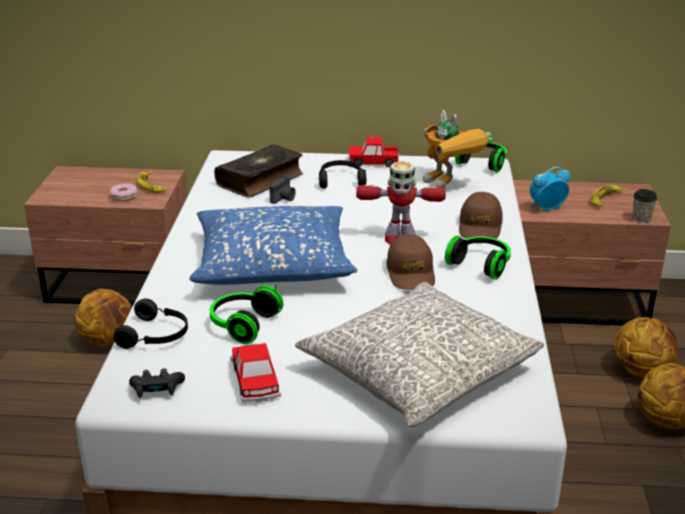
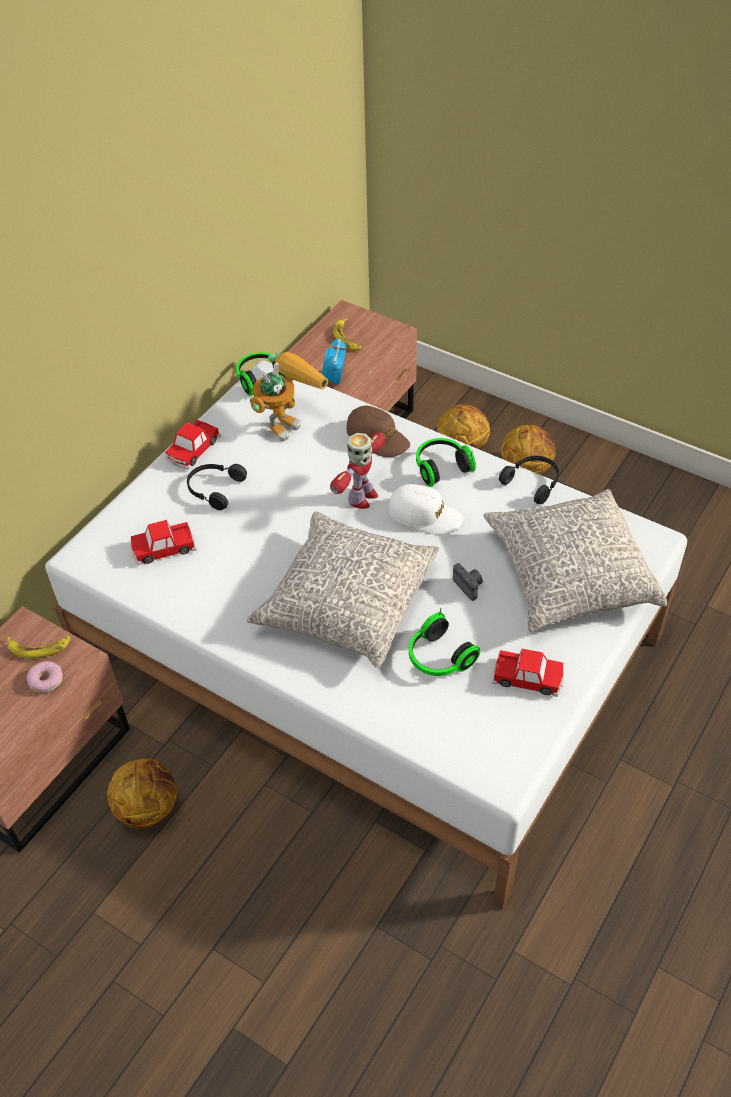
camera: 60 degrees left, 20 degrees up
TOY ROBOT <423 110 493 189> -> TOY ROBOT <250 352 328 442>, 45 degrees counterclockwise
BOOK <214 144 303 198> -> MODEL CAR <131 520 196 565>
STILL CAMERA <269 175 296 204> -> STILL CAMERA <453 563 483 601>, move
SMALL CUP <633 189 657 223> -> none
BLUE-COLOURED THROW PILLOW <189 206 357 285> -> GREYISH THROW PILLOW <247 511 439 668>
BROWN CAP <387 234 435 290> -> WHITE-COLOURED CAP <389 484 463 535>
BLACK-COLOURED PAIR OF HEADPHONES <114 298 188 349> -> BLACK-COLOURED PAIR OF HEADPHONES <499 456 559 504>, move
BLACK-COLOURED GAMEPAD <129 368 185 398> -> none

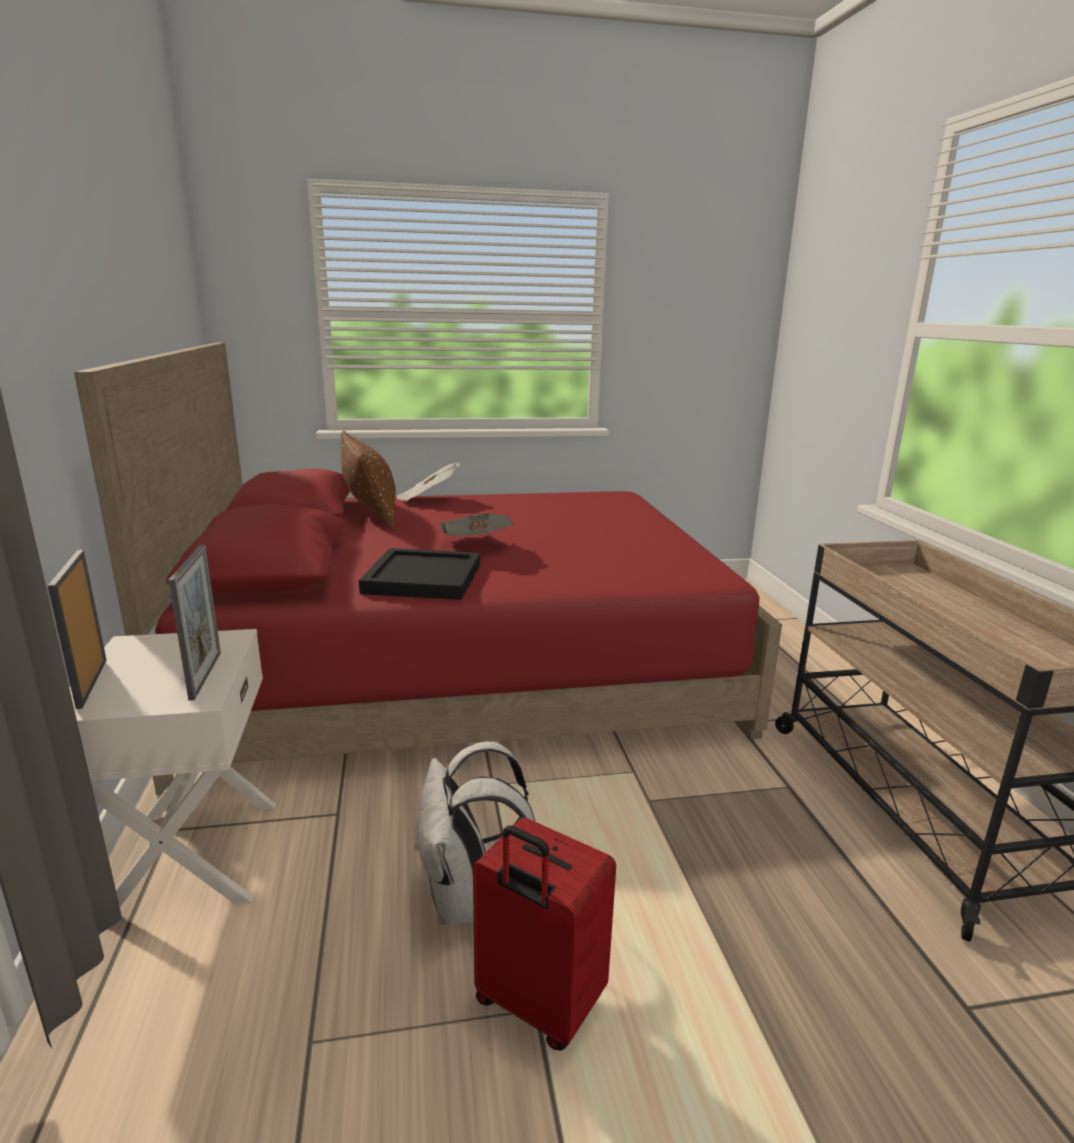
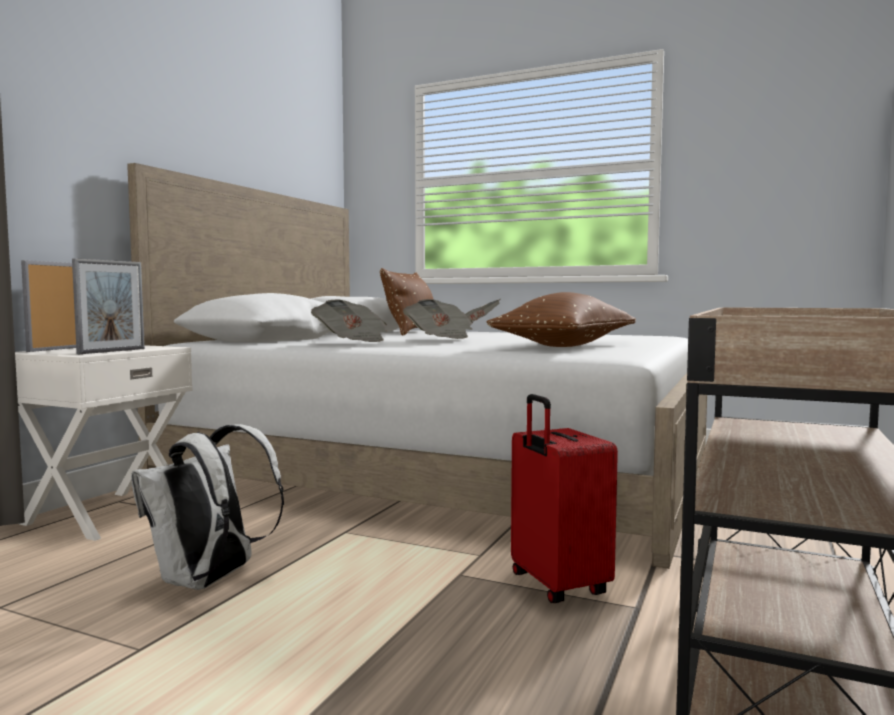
camera: 35 degrees right, 15 degrees down
RED BED <74 343 782 795> -> WHITE-COLOURED BED <127 163 707 569>
BLACK-COLOURED SERVING TRAY <359 548 480 600> -> PRINTED PAPER <311 299 387 342>
RED PIECE OF LUGGAGE <473 817 616 1050> -> RED PIECE OF LUGGAGE <511 394 618 603>, move
none -> BROWN THROW PILLOW <486 292 636 347>

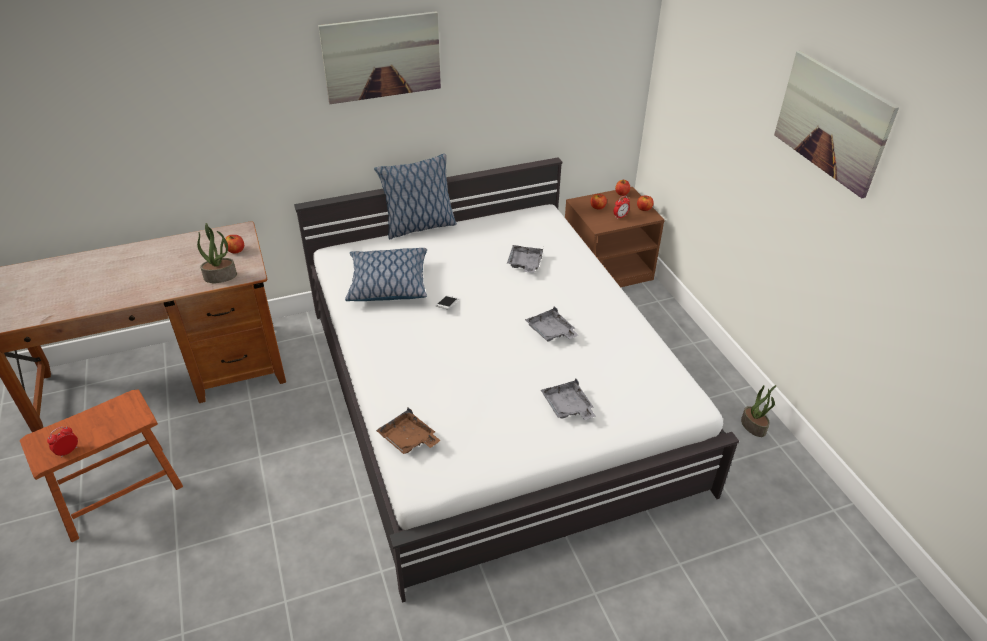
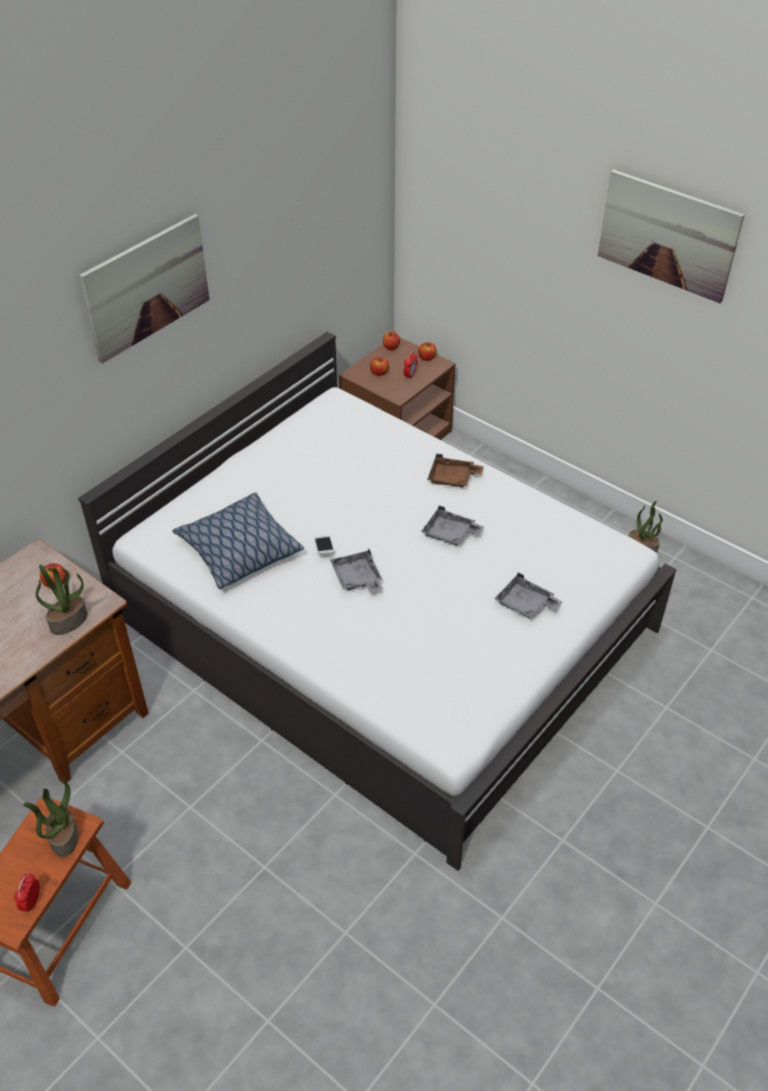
camera: 30 degrees left, 5 degrees up
THROW PILLOW <374 154 457 240> -> none
GREYISH SERVING TRAY <507 245 543 273> -> GREYISH SERVING TRAY <330 549 383 592>, move
BROWN SERVING TRAY <376 408 441 454> -> BROWN SERVING TRAY <427 454 484 488>, move
none -> POTTED PLANT <23 780 78 857>

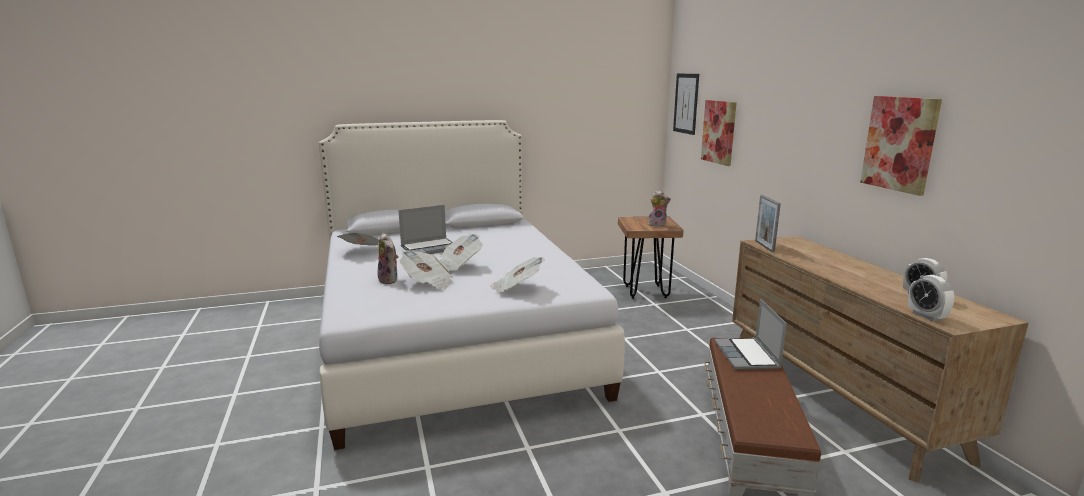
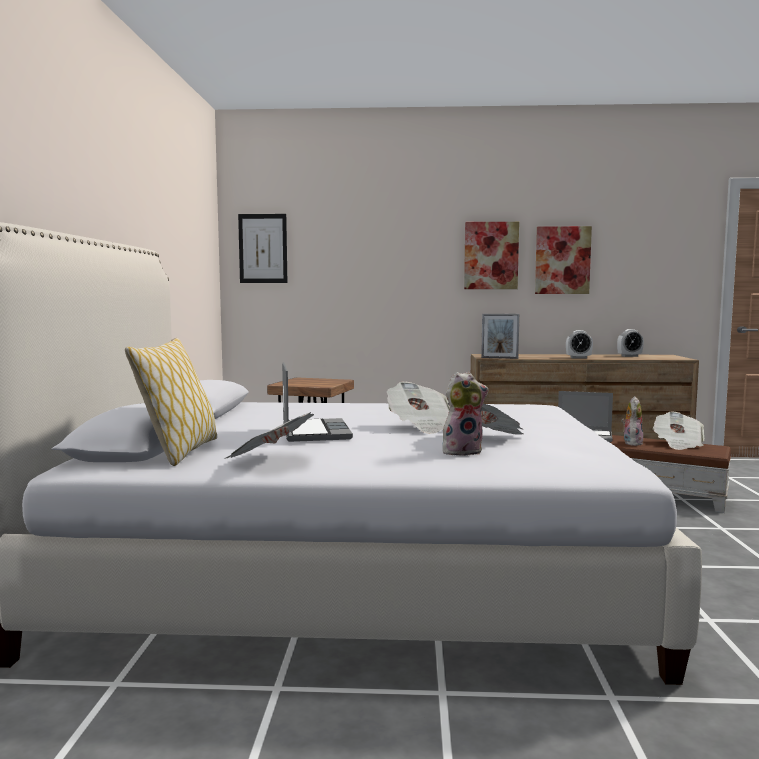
camera: 70 degrees left, 10 degrees down
PICTURE <701 100 736 166> -> PICTURE <464 222 519 289>, move
CUDDLY TOY <648 191 671 227> -> CUDDLY TOY <621 396 643 446>, move
PRINTED PAPER <490 257 545 293> -> PRINTED PAPER <652 411 704 450>, move
ALARM CLOCK <908 275 954 321> -> ALARM CLOCK <566 330 593 358>, move
none -> THROW PILLOW <125 338 217 466>

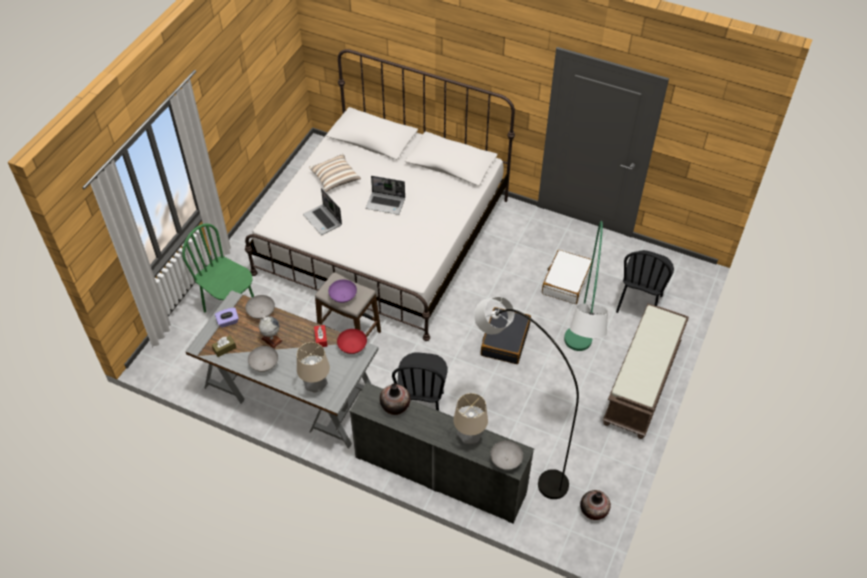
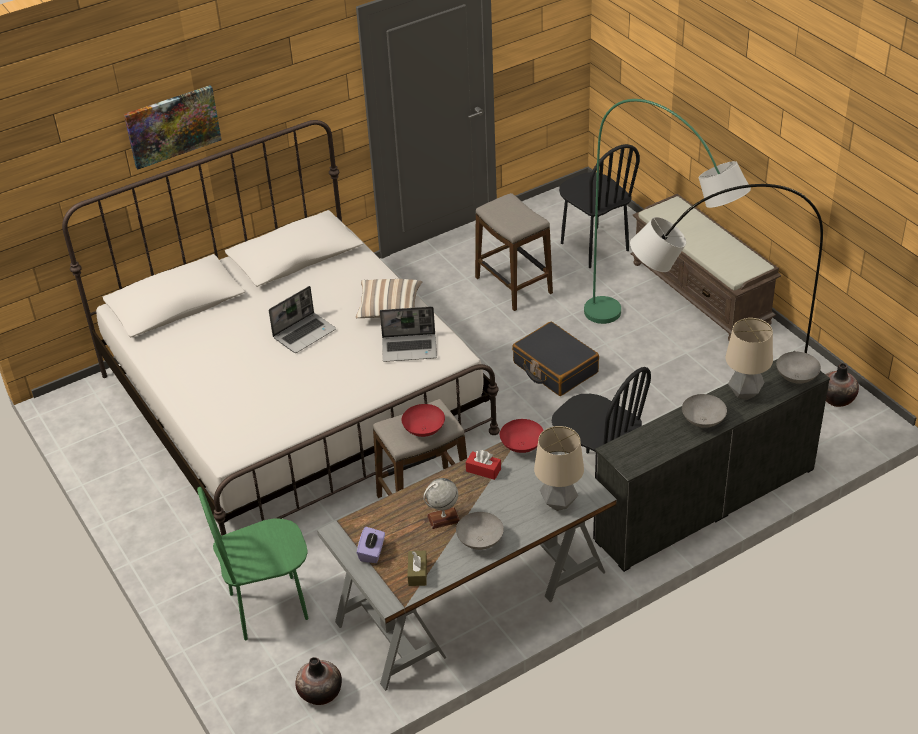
camera: 55 degrees left, 10 degrees down
THROW PILLOW <309 154 361 192> -> THROW PILLOW <356 279 422 318>, move
PORTABLE COMPUTER <303 188 342 235> -> PORTABLE COMPUTER <380 306 437 362>, move
WHITE-COLOURED PIECE OF LUGGAGE <542 250 592 304> -> STOOL <475 193 553 311>
PURPLISH DEEP DISH <328 279 357 303> -> RED DEEP DISH <402 404 445 437>
GREYISH DEEP DISH <245 295 275 319> -> GREYISH DEEP DISH <682 394 727 428>, move
FLOWER VASE <380 383 410 415> -> FLOWER VASE <295 657 342 705>, move
none -> PICTURE <124 85 222 169>

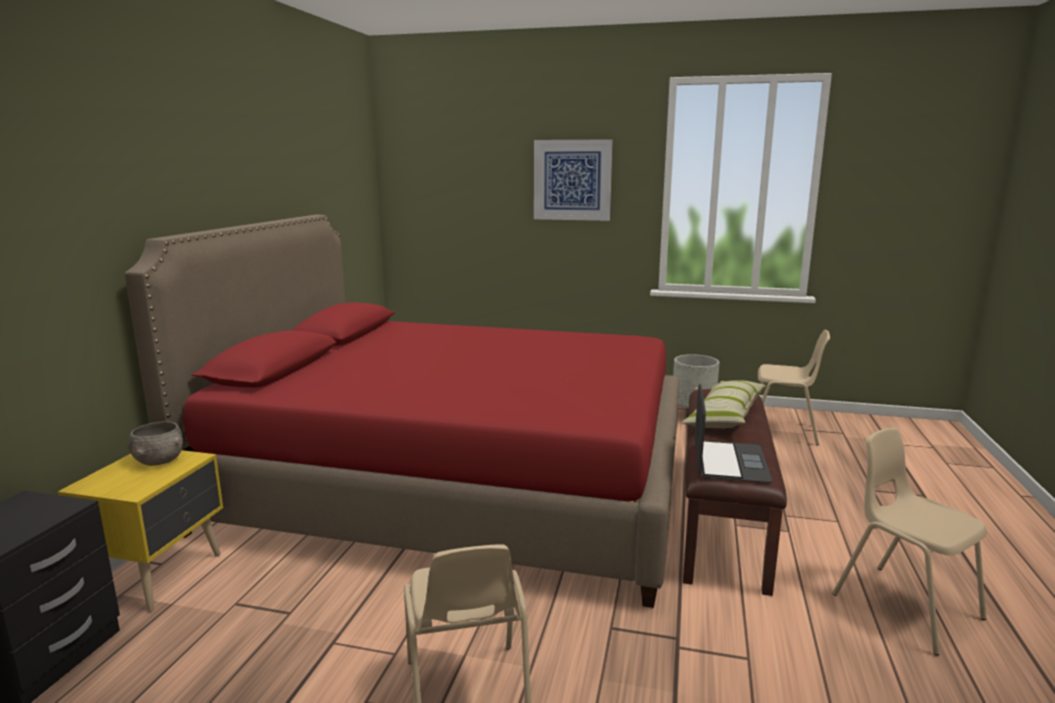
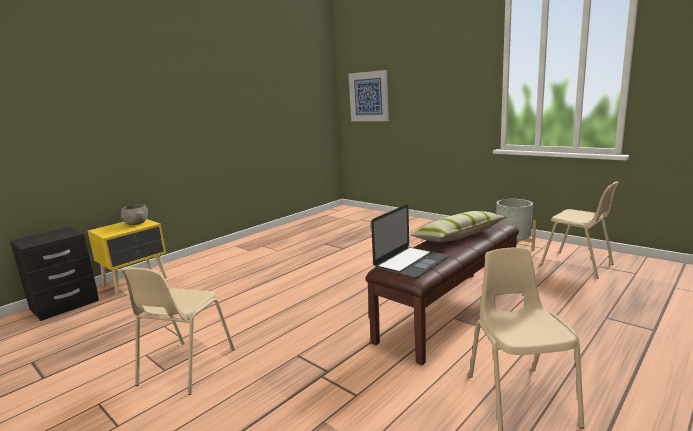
camera: 30 degrees right, 0 degrees up
PICTURE <534 139 613 221> -> PICTURE <349 70 389 121>, move
RED BED <125 215 680 608> -> none

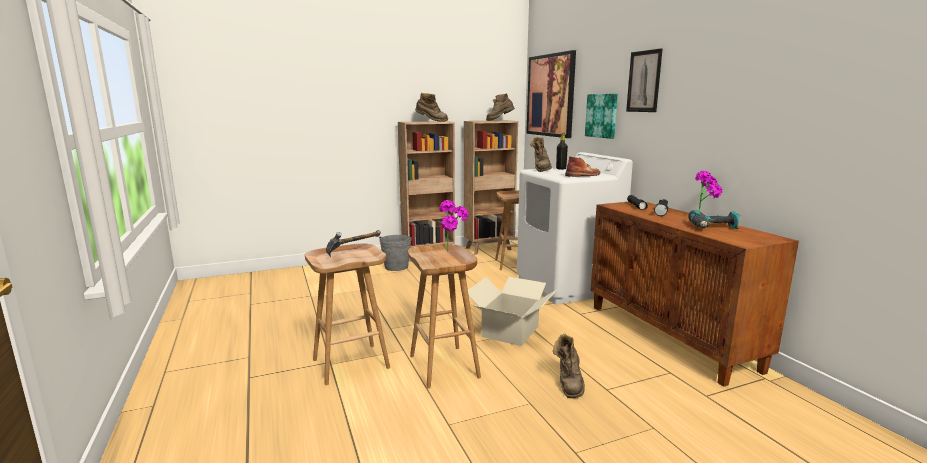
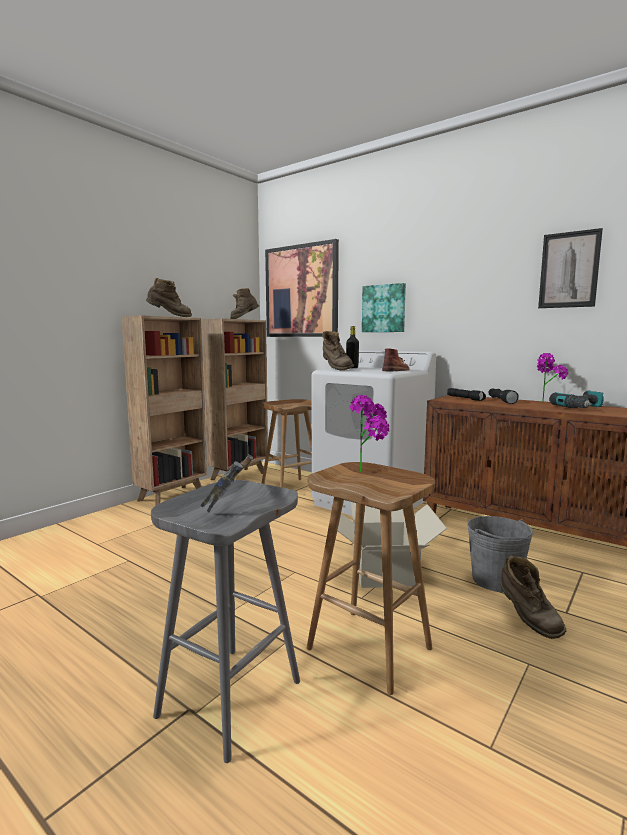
camera: 30 degrees left, 5 degrees down
PICTURE <626 48 663 112> -> PICTURE <538 228 603 308>, move
GREYISH WATER BUCKET <379 235 412 271> -> GREYISH WATER BUCKET <467 516 533 592>, move
BROWN STOOL <305 243 390 385> -> GREYISH STOOL <151 480 300 763>

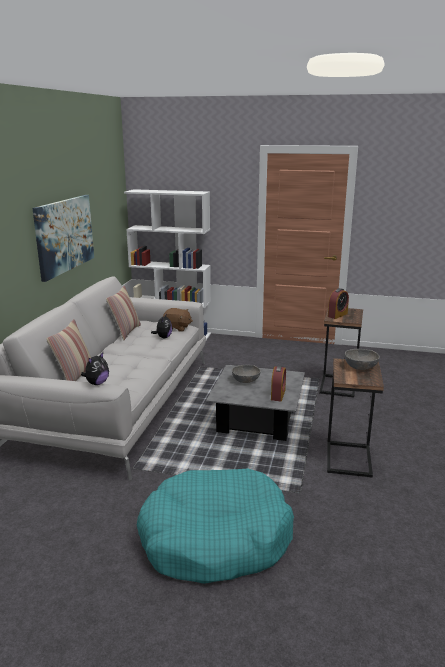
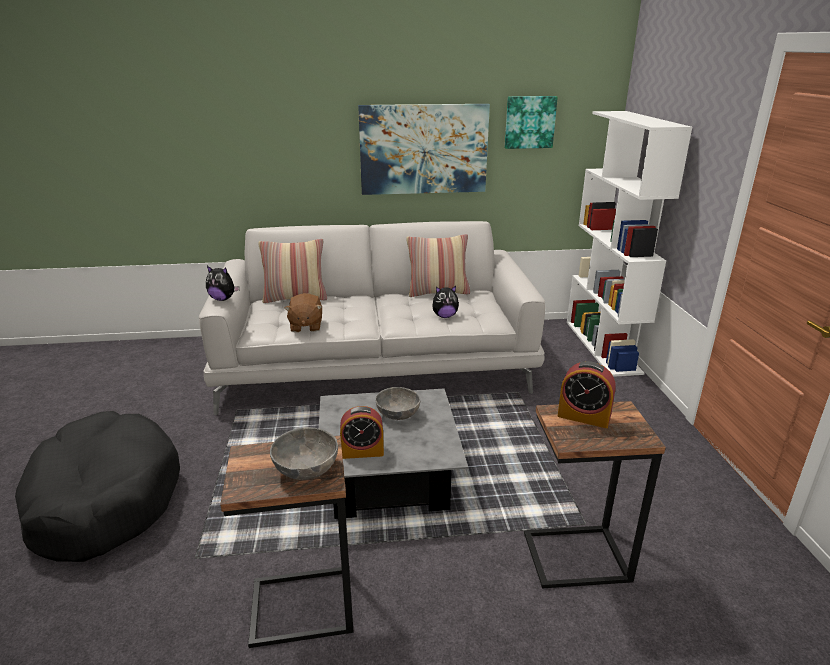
camera: 70 degrees right, 5 degrees up
BROWN CUDDLY TOY <163 308 193 332> -> BROWN CUDDLY TOY <284 293 322 332>, move
TURQUOISE DOG BED <137 469 294 584> -> BLACK-COLOURED DOG BED <15 411 180 562>
none -> PICTURE <505 96 558 149>

